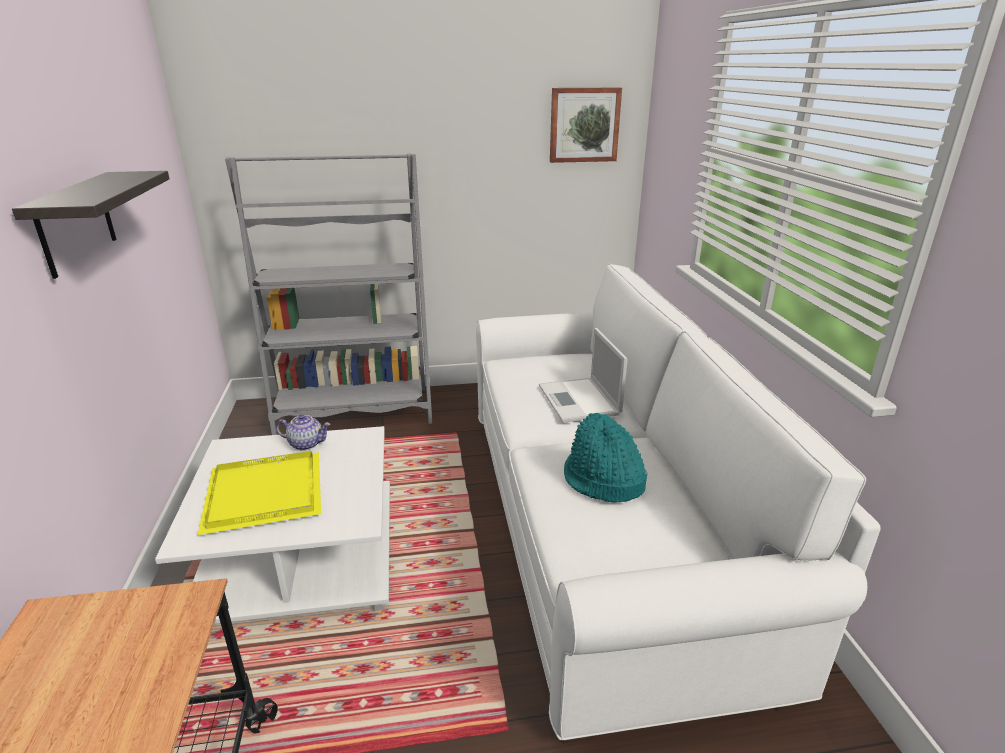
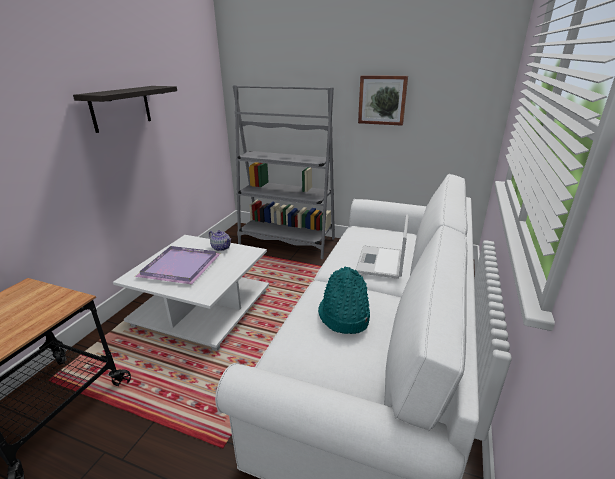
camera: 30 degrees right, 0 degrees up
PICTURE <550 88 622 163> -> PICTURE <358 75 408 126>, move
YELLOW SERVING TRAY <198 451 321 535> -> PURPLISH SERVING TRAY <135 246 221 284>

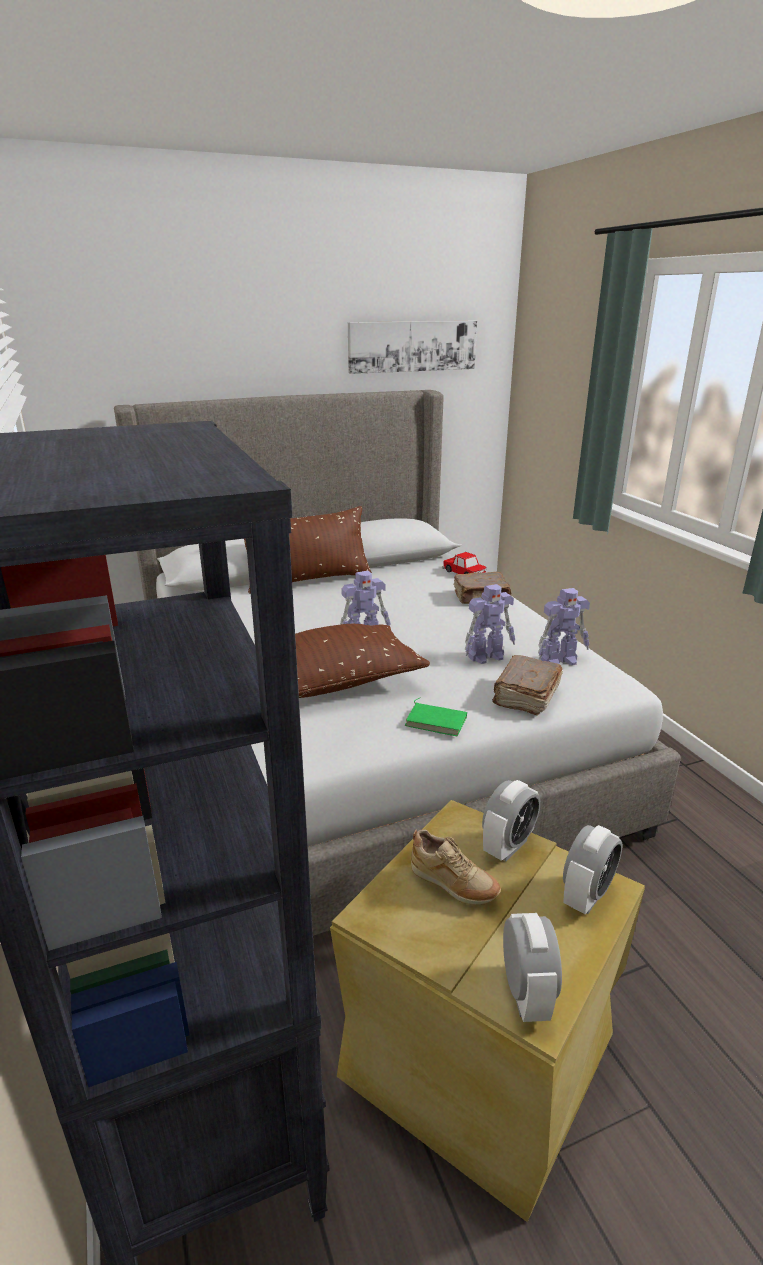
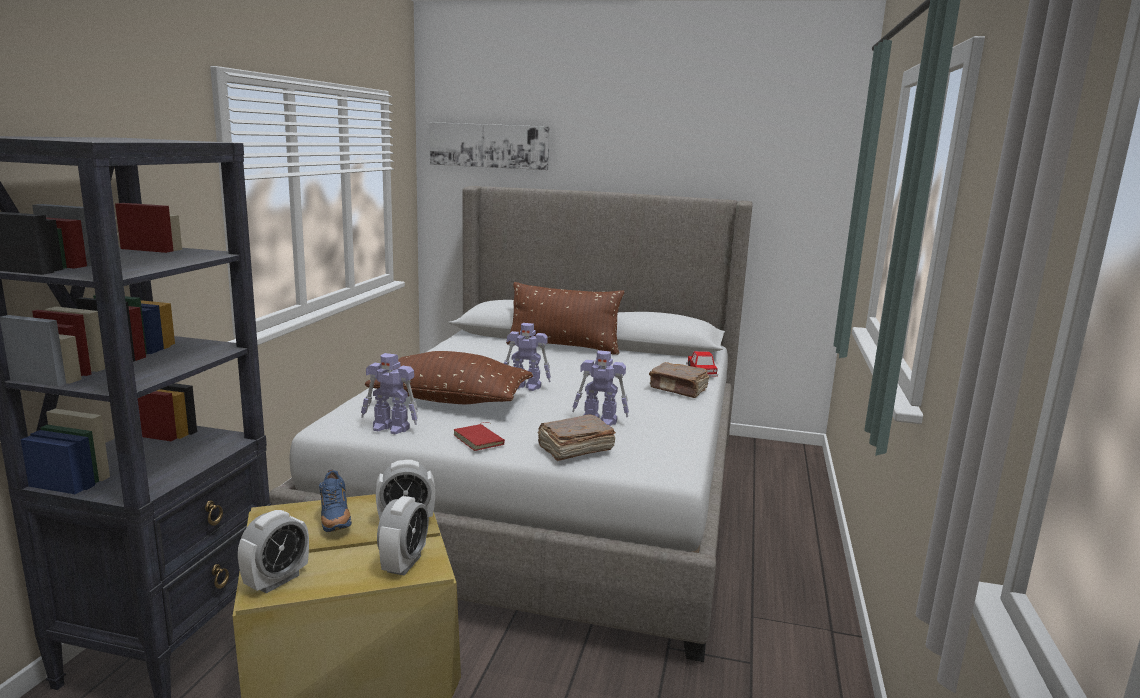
camera: 35 degrees right, 10 degrees down
PICTURE <348 321 477 374> -> PICTURE <430 122 550 170>, move
TOY ROBOT <538 588 590 665> -> TOY ROBOT <361 353 418 434>, move
GREENISH BOOK <405 698 467 736> -> RED BOOK <453 422 505 451>
ALARM CLOCK <563 825 622 914> -> ALARM CLOCK <377 496 429 576>, 60 degrees counterclockwise
BEIGE-COLOURED SHOE <411 829 501 905> -> BLUE-COLOURED SHOE <319 469 352 532>

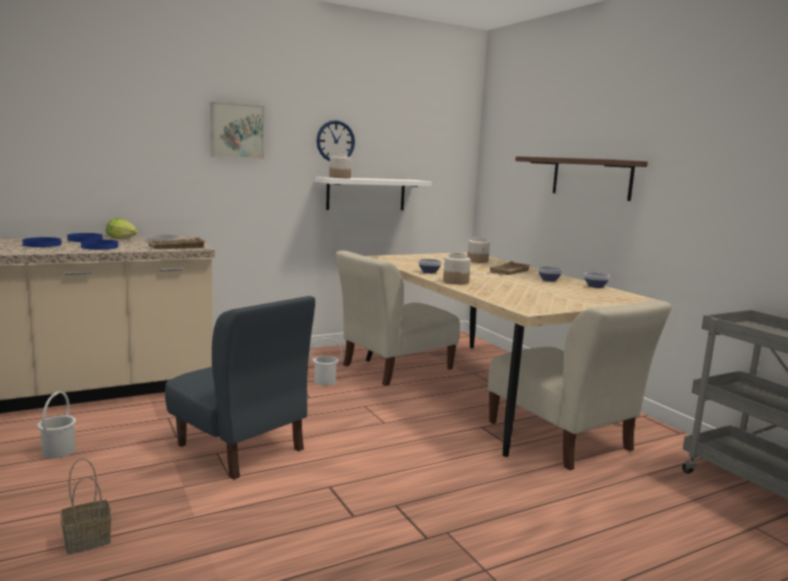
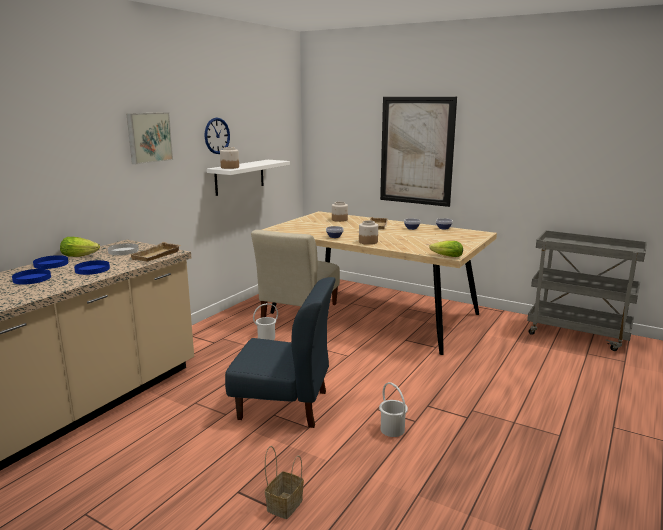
camera: 30 degrees left, 5 degrees up
SHELF <515 156 648 201> -> PICTURE <380 97 457 207>
BEIGE-COLOURED CHAIR <488 300 672 470> -> none
WHITE-COLOURED WATER BUCKET <37 391 76 459> -> WHITE-COLOURED WATER BUCKET <379 382 408 437>, move
none -> LETTUCE <429 241 463 257>

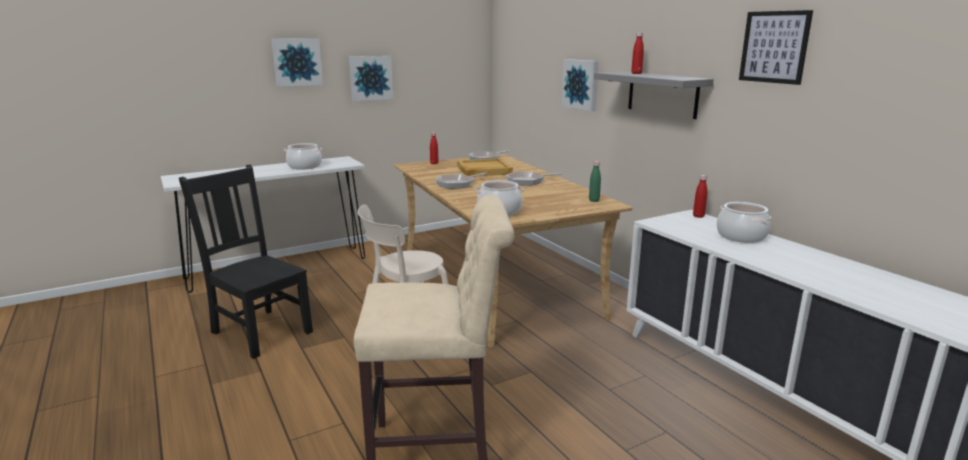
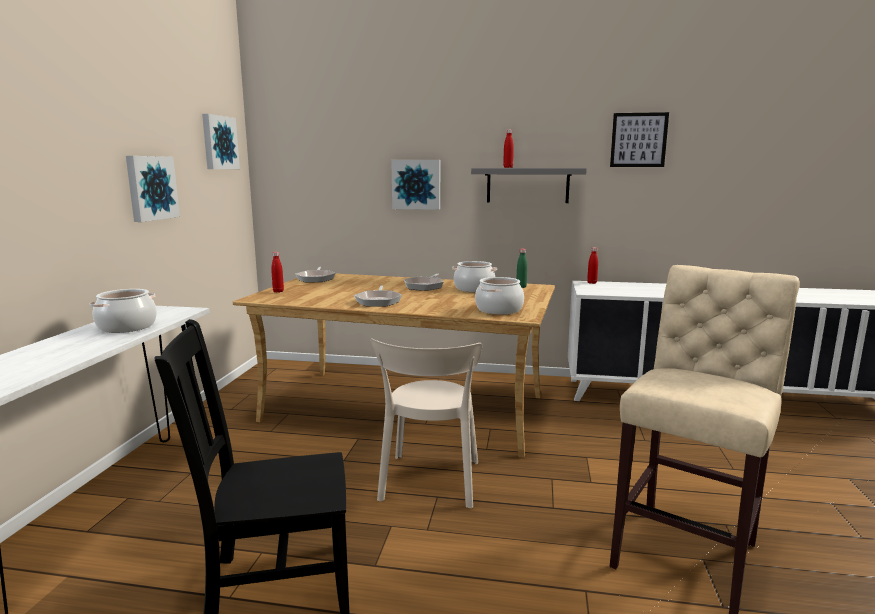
camera: 50 degrees left, 5 degrees down
PICTURE <271 38 323 87> -> PICTURE <202 114 240 169>, move
BEIGE-COLOURED SERVING TRAY <457 158 513 176> -> none
SAUCEPOT <717 202 771 243> -> SAUCEPOT <452 261 497 292>, move

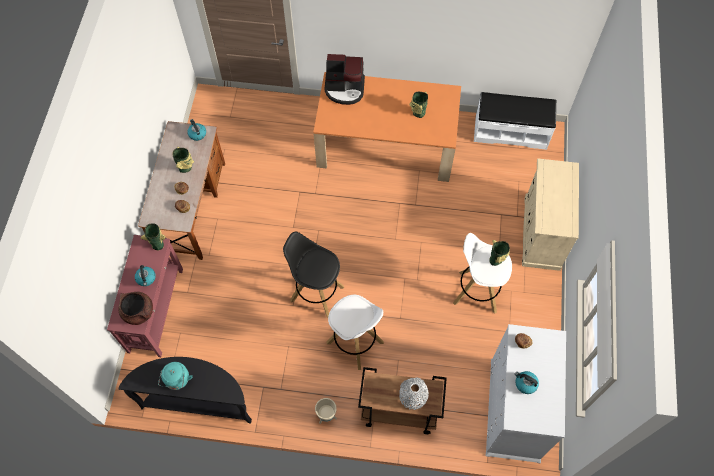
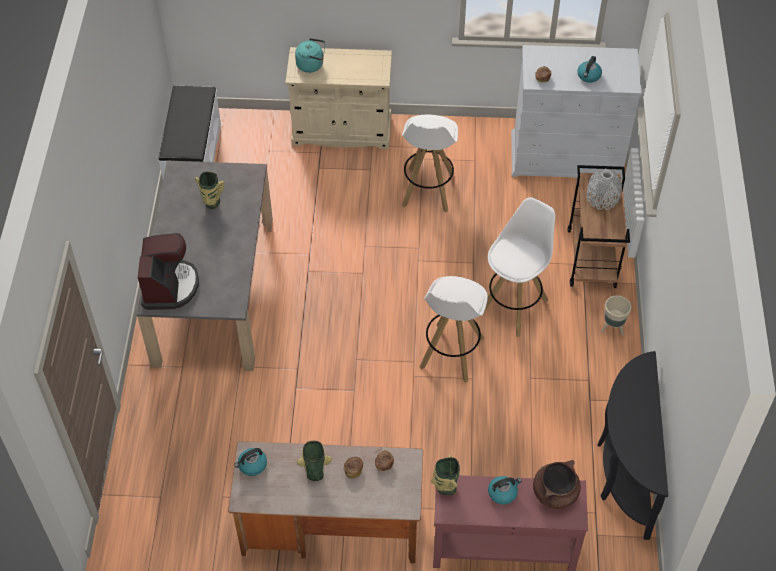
camera: 95 degrees left, 10 degrees down
ORANGEY DINING TABLE <313 72 461 182> -> GREYISH DINING TABLE <137 160 273 371>
BLACK-COLOURED STOOL <283 231 344 318> -> WHITE-COLOURED STOOL <419 276 488 383>
FLOWER VASE <489 240 510 266> -> none
TURQUOISE WATER KETTLE <158 362 193 390> -> TURQUOISE WATER KETTLE <295 38 325 73>, move

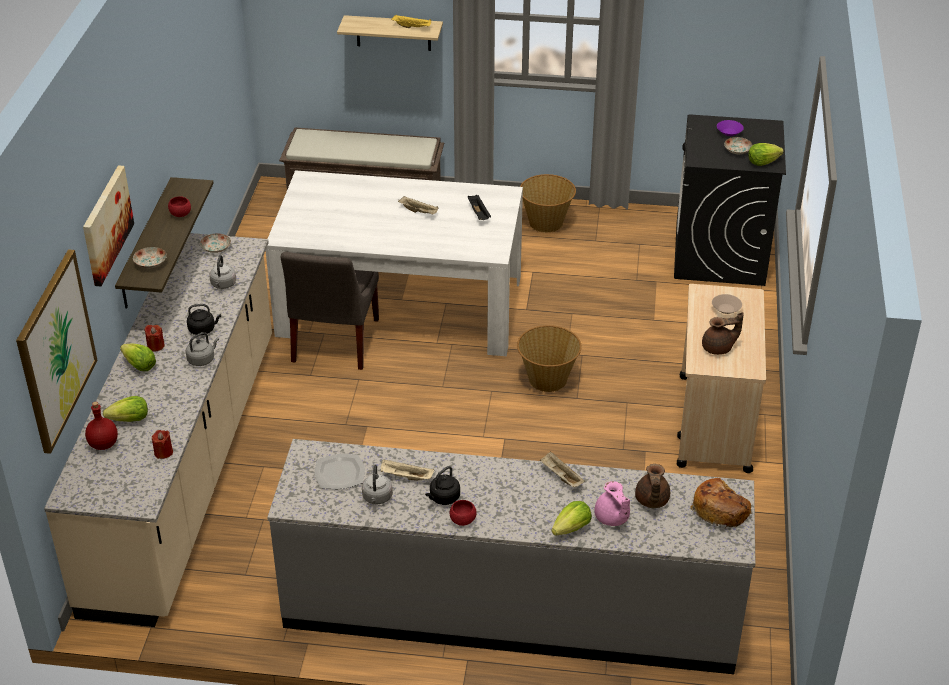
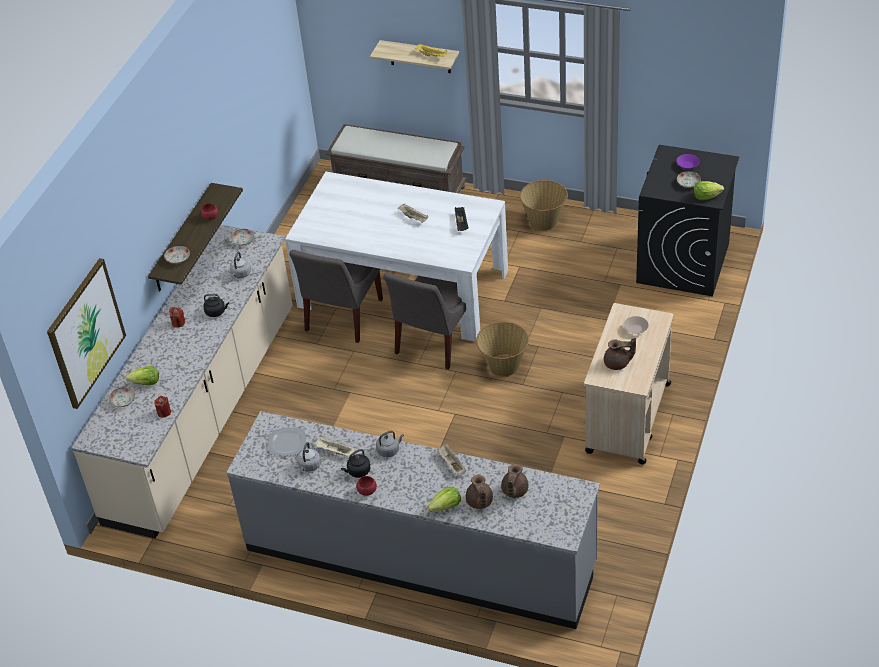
camera: 15 degrees right, 5 degrees up
PICTURE <83 165 134 286> -> none
GREYISH WATER KETTLE <186 332 219 366> -> GREYISH WATER KETTLE <376 431 404 457>, move
LETTUCE <120 343 156 371> -> none
RED BEVERAGE BOTTLE <85 402 118 450> -> DINNER PLATE <108 387 135 407>
BAKERY BREAD <691 478 751 529> -> none
PINK TEA POT <595 481 630 526> -> BROWN TEA POT <466 475 493 509>
none -> GREYISH CHAIR <383 272 466 370>

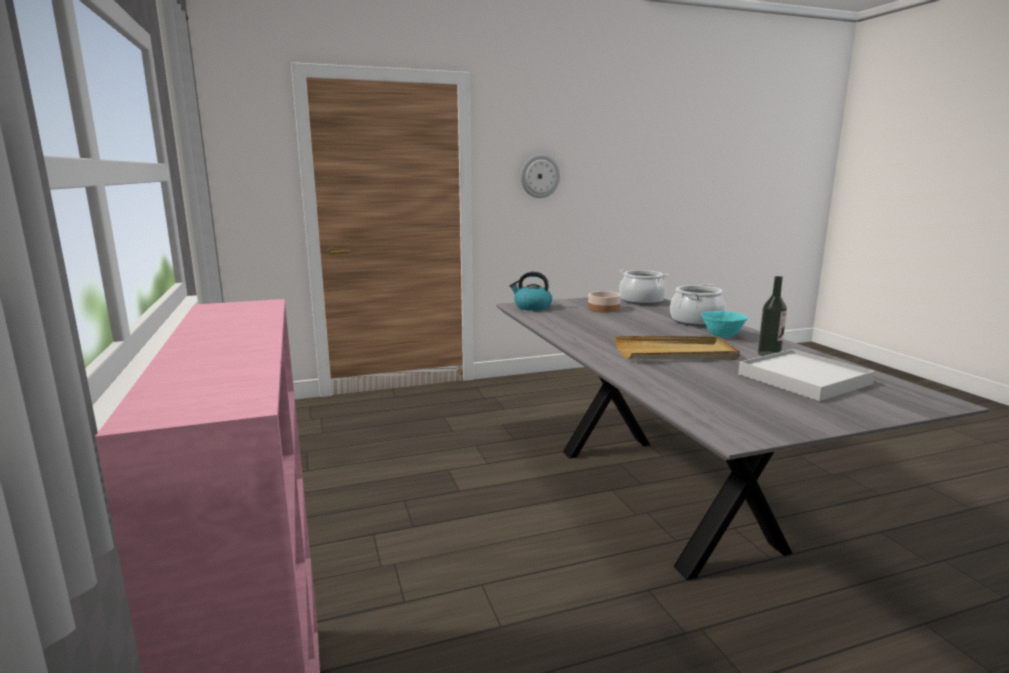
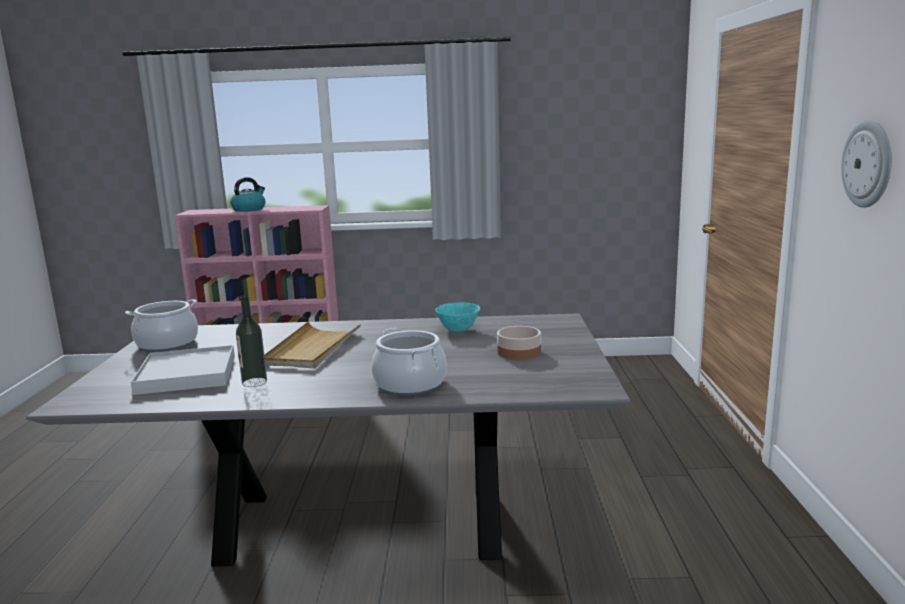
camera: 110 degrees right, 0 degrees up
SAUCEPOT <619 270 669 305> -> SAUCEPOT <125 299 198 352>, move
WATER KETTLE <510 272 552 311> -> WATER KETTLE <230 177 265 212>, move
TURQUOISE DEEP DISH <701 311 748 338> -> TURQUOISE DEEP DISH <435 302 480 332>, move

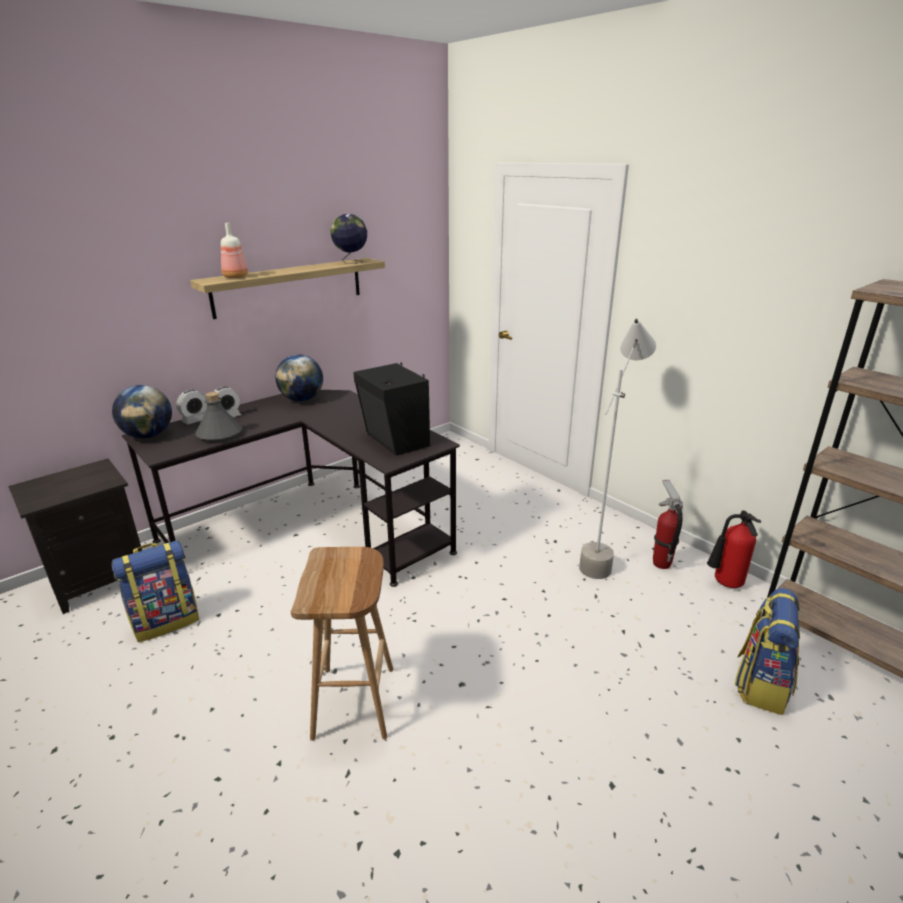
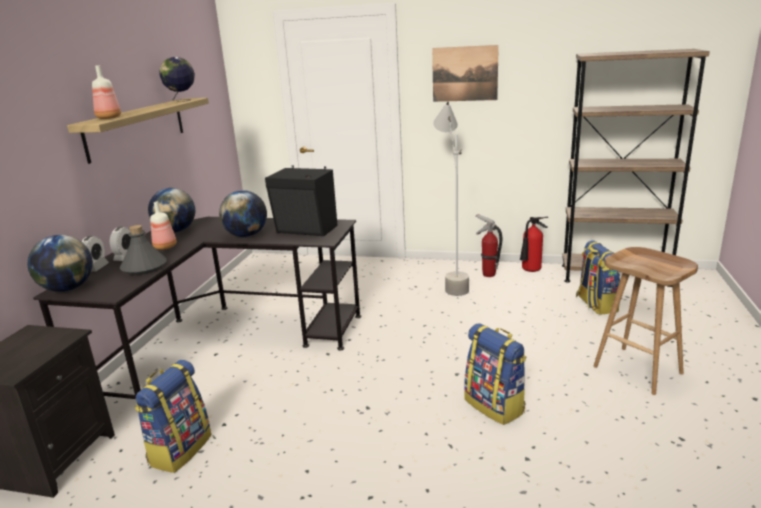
camera: 35 degrees left, 5 degrees down
BROWN STOOL <291 547 393 741> -> BROWN STOOL <594 247 698 395>, move
none -> PICTURE <432 45 499 102>
none -> WORLD GLOBE <219 190 267 237>
none -> BEVERAGE BOTTLE <150 202 177 250>
none -> KNAPSACK <464 323 527 425>

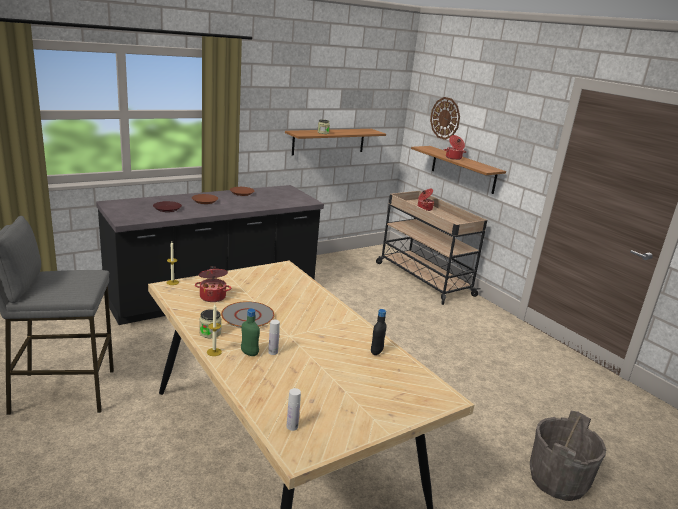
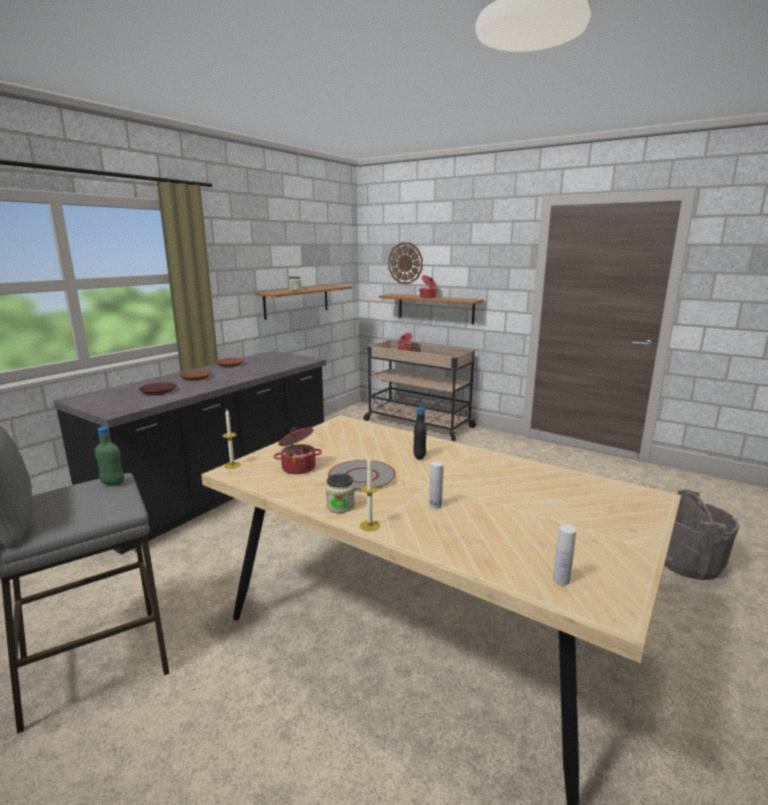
camera: 20 degrees left, 5 degrees down
GREENISH BEVERAGE BOTTLE <241 308 260 356> -> GREENISH BEVERAGE BOTTLE <95 426 124 485>, move
BLACK-COLOURED BEVERAGE BOTTLE <371 309 387 355> -> BLACK-COLOURED BEVERAGE BOTTLE <414 407 427 460>, move

